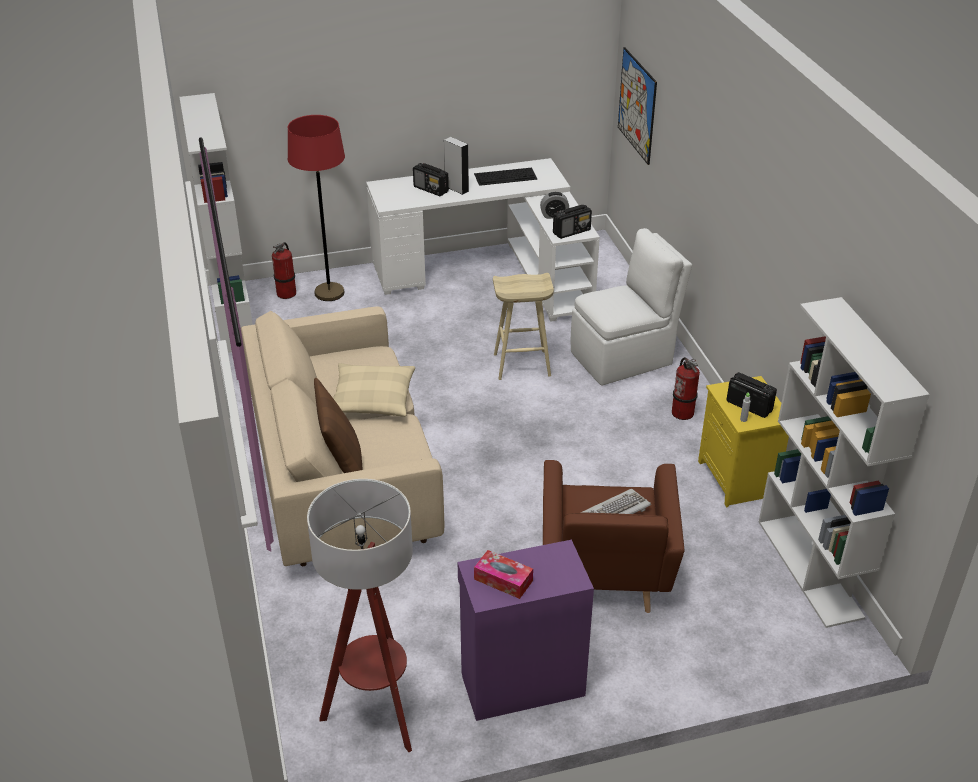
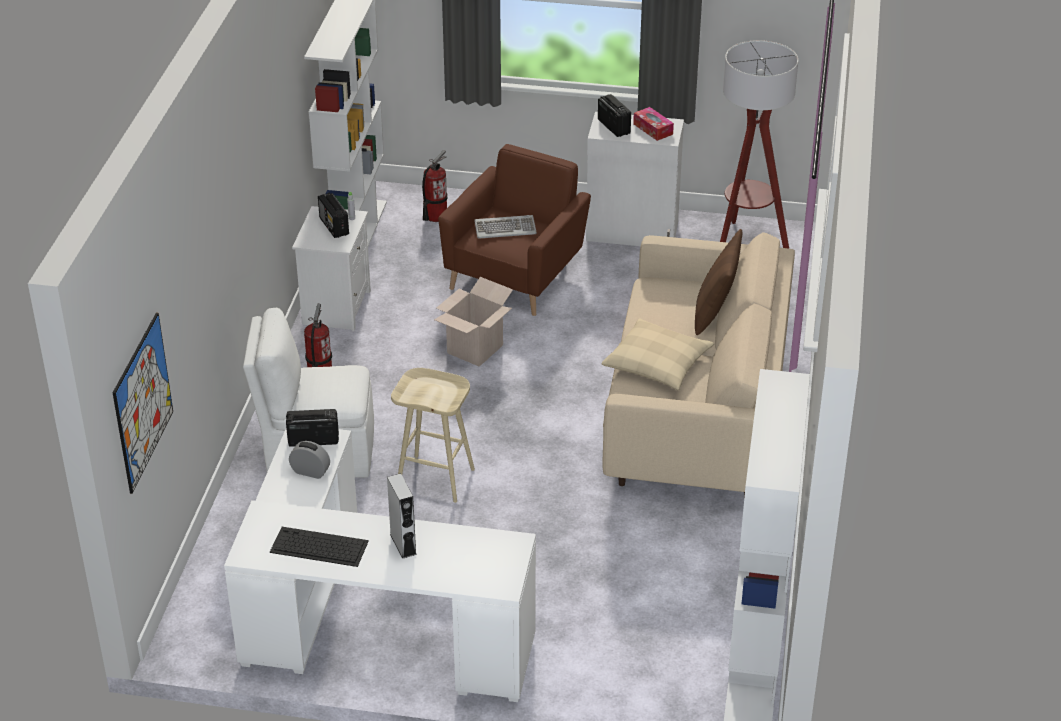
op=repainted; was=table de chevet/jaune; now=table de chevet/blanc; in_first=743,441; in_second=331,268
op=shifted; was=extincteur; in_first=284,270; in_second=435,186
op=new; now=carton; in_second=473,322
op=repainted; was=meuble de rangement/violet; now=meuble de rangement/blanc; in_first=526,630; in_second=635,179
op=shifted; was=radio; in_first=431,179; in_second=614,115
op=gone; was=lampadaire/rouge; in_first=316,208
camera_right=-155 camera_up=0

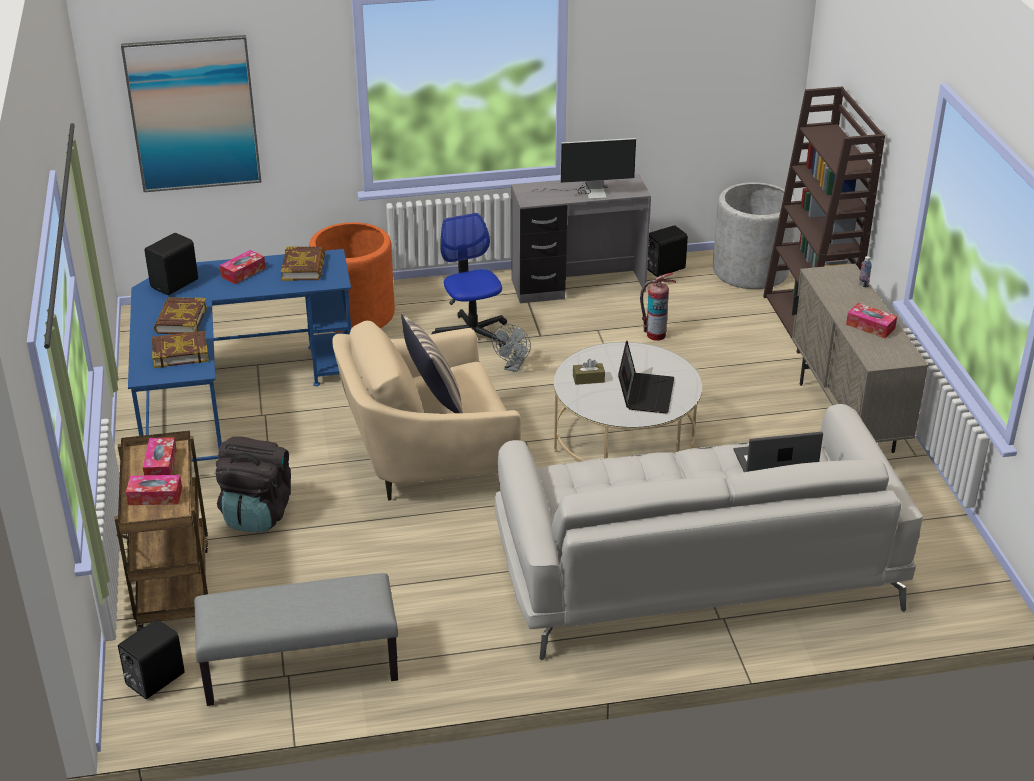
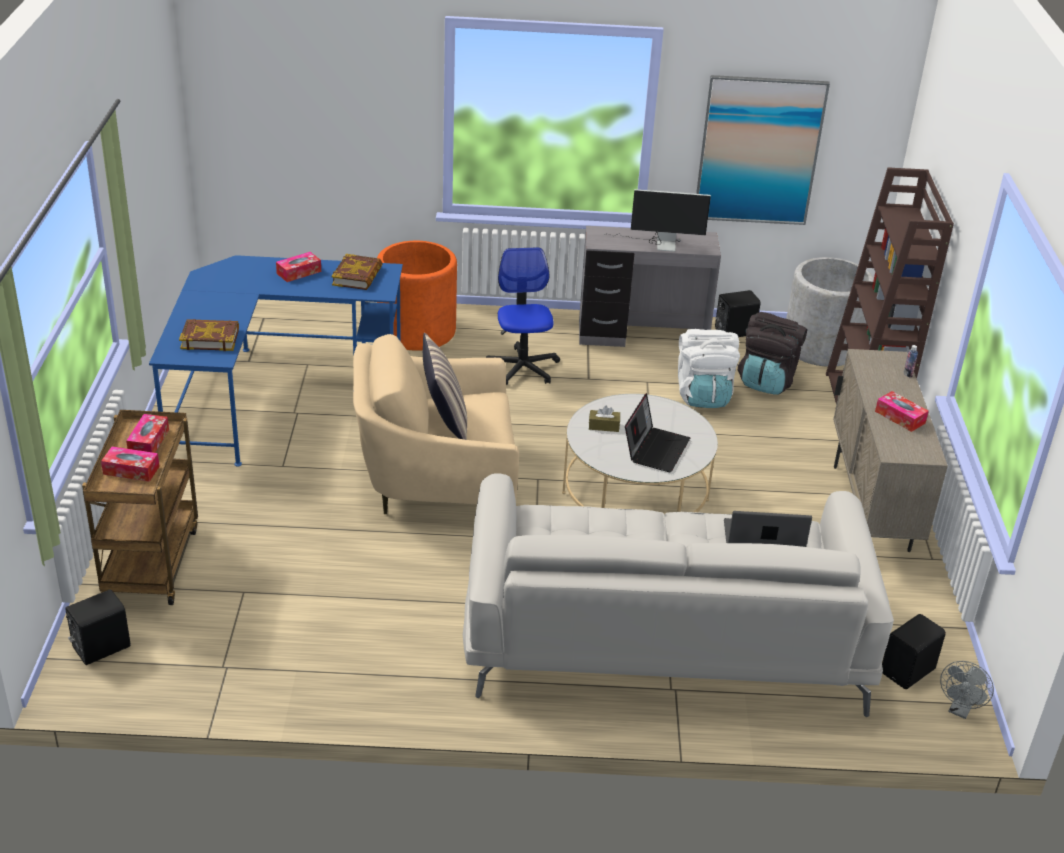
op=swapped; was=extincteur; now=sac à dos/blanc; in_first=658,307; in_second=709,368
op=shifted; was=tableau; in_first=191,113; in_second=763,150
op=shifted; was=sac à dos/noir; in_first=253,484; in_second=772,353
op=shifted; was=enceinte/noir; in_first=171,264; in_second=914,651
op=shifted; was=ventilateur/gris; in_first=511,348; in_second=967,690
op=gone; was=livre; in_first=180,315
op=gone; was=banc/gris; in_first=296,639
camera_right=10 camera_up=0

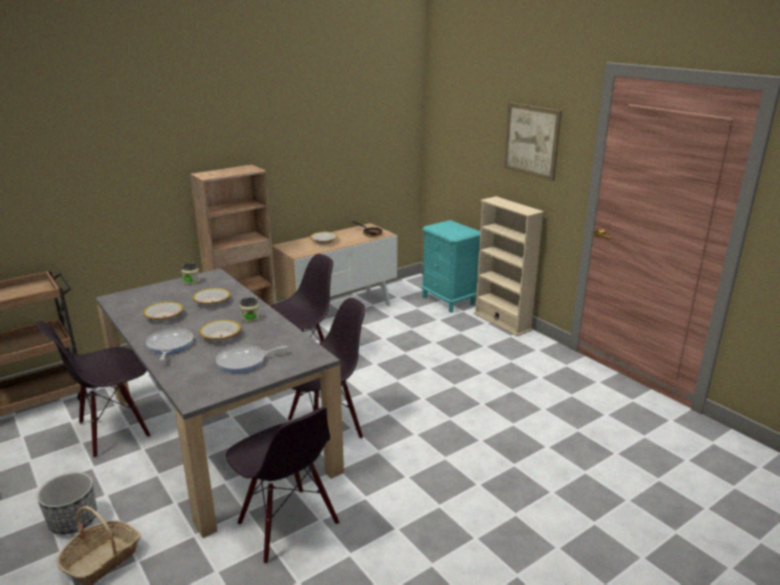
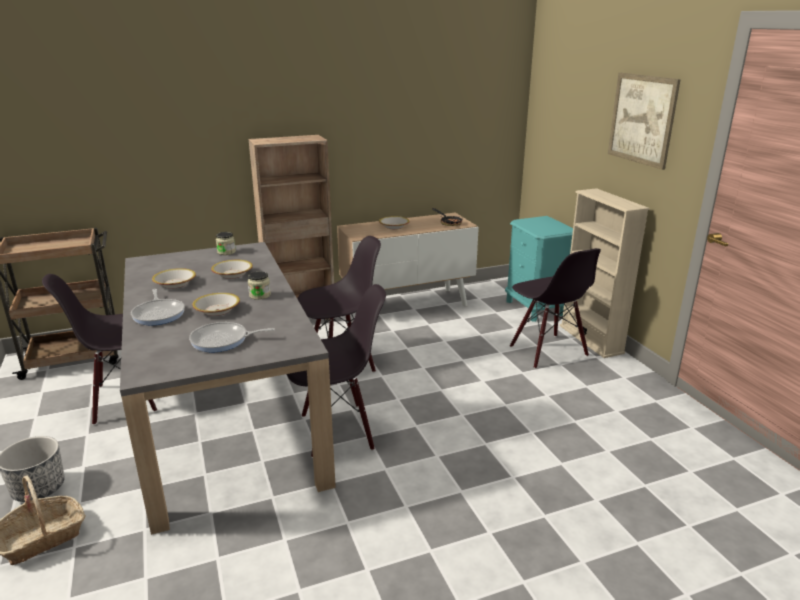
op=rotated; was=poêle; in_first=169,344; in_second=158,307; clockwise=150
op=shifted; was=chaise/noir; in_first=283,485; in_second=555,308
camera_right=15 camera_up=0

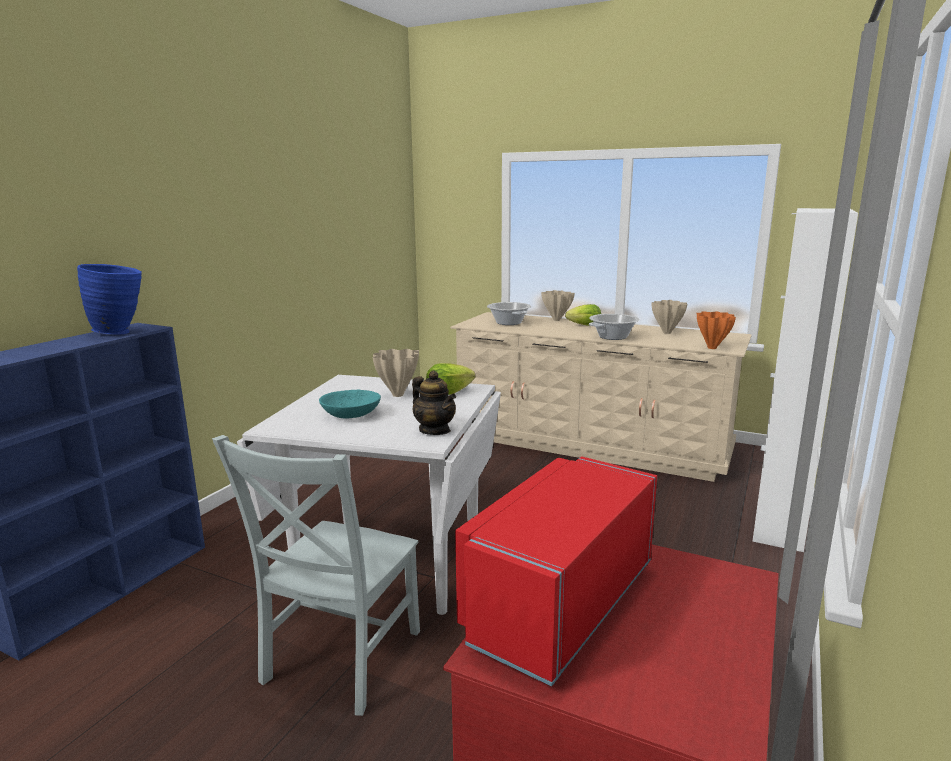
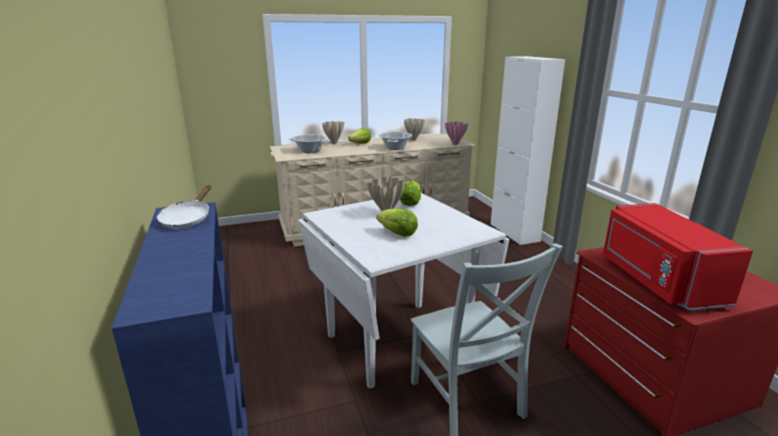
op=swapped; was=vase/bleu; now=poêle/blanc; in_first=109,299; in_second=184,207
op=swapped; was=bol/turquoise; now=laitue; in_first=350,404; in_second=397,222
op=repainted; was=vase/orange; now=vase/rose; in_first=716,330; in_second=456,133
op=gone; was=théière; in_first=434,403
camera_right=-45 camera_up=5

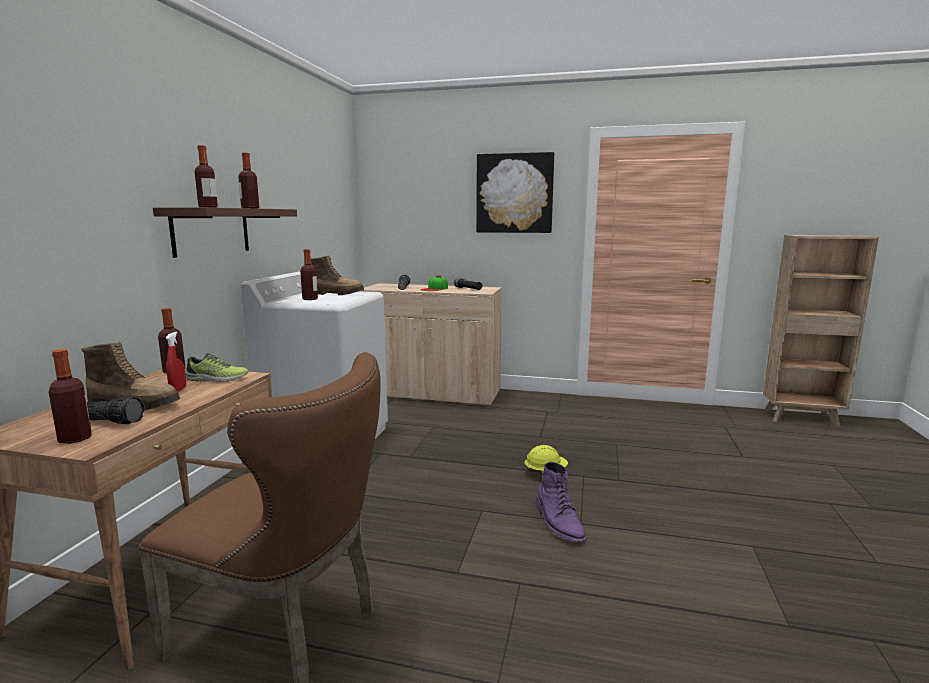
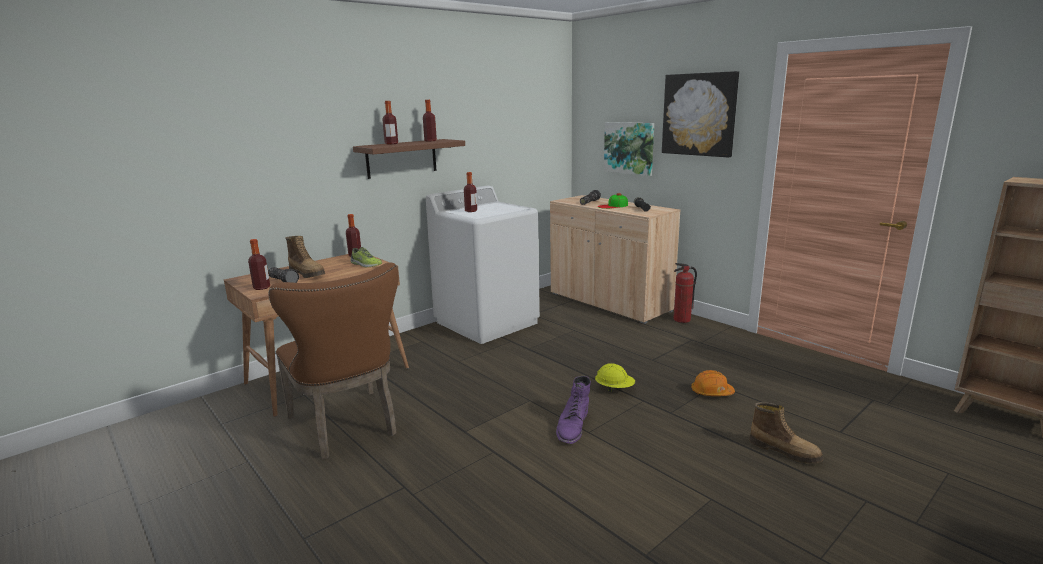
op=new; now=tableau; in_second=629,149
op=new; now=extincteur; in_second=685,293
op=new; now=casque de chantier/orange; in_second=713,383
op=shifted; was=botte; in_first=337,275; in_second=786,432
op=gone; was=vaporisateur/rouge; in_first=176,362
camera_right=35 camera_up=5

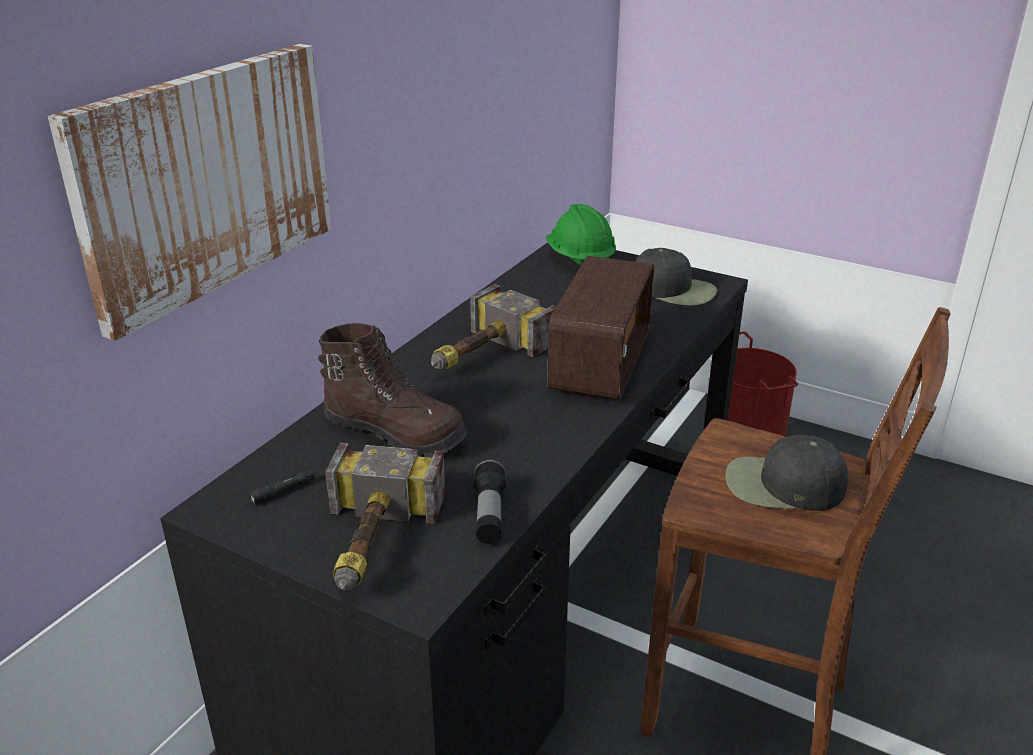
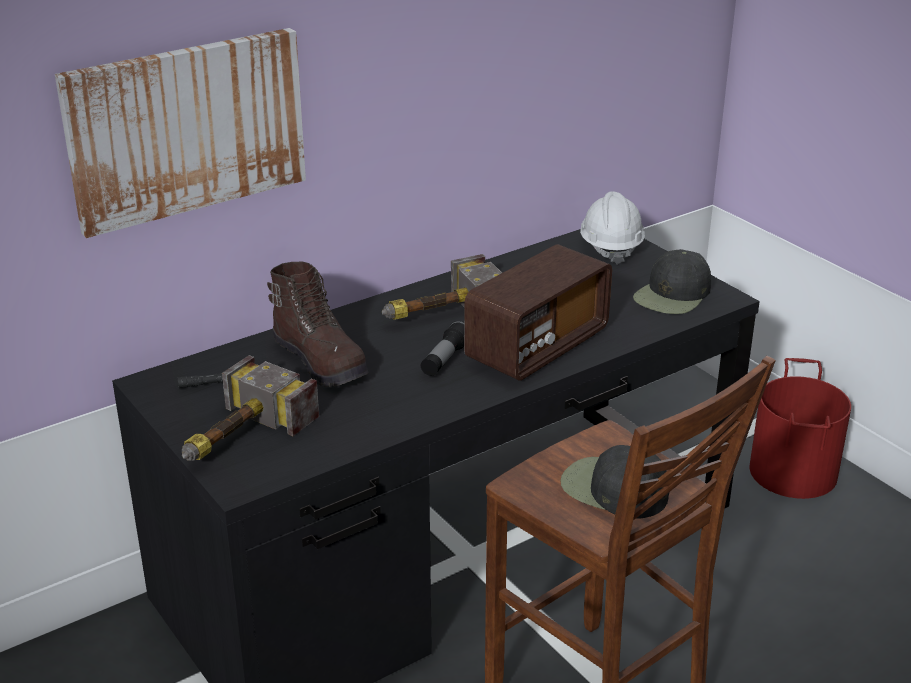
op=shifted; was=lampe de poche; in_first=489,502; in_second=442,348
op=repainted; was=casque de chantier/vert; now=casque de chantier/blanc; in_first=581,234; in_second=612,228
op=rotated; was=casquette/noir; in_first=676,277; in_second=672,281; clockwise=75
camera_right=25 camera_up=0

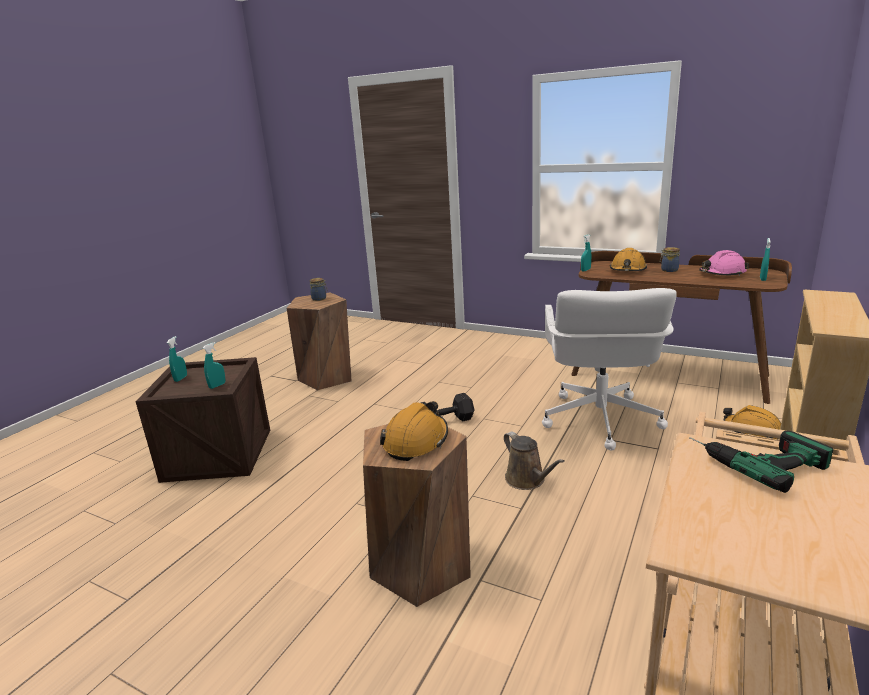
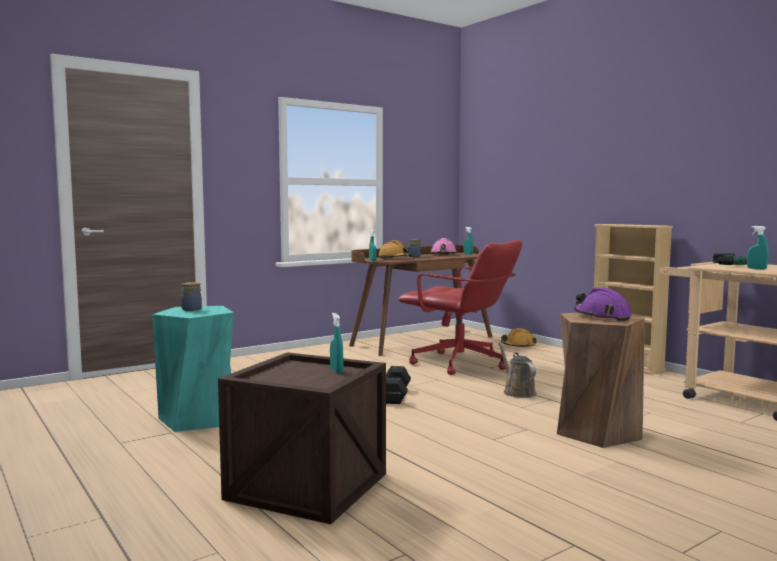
op=repainted; was=tabouret/marron; now=tabouret/turquoise; in_first=319,341; in_second=193,369
op=repainted; was=chaise de bureau/blanc; now=chaise de bureau/rouge; in_first=609,369; in_second=460,307
op=rotated; was=arrosoir/marron; in_first=534,460; in_second=517,370; clockwise=-105
op=repainted; was=casque de chantier/orange; now=casque de chantier/violet; in_first=414,431; in_second=603,304
op=shifted; was=vaporisateur/turquoise; in_first=177,359; in_second=758,248
camera_right=-65 camera_up=-15

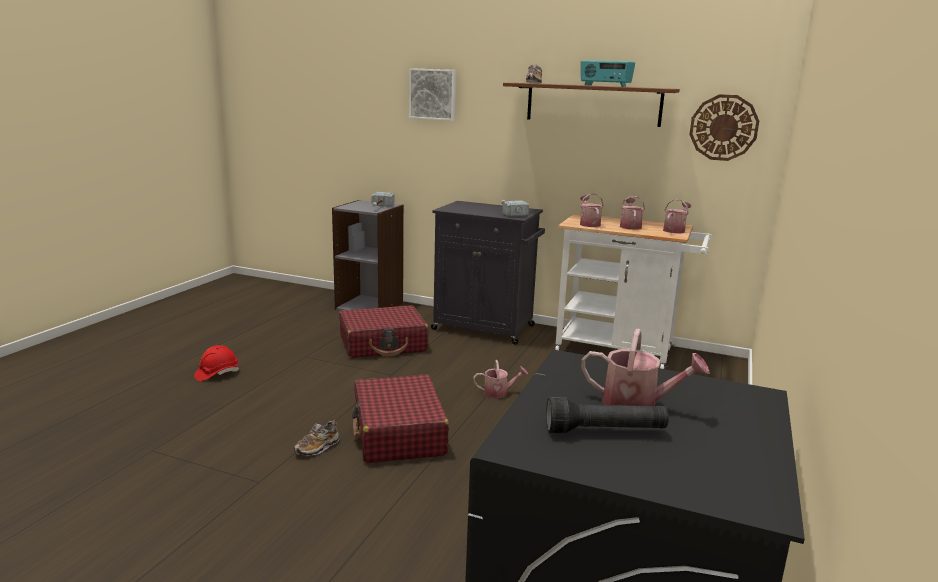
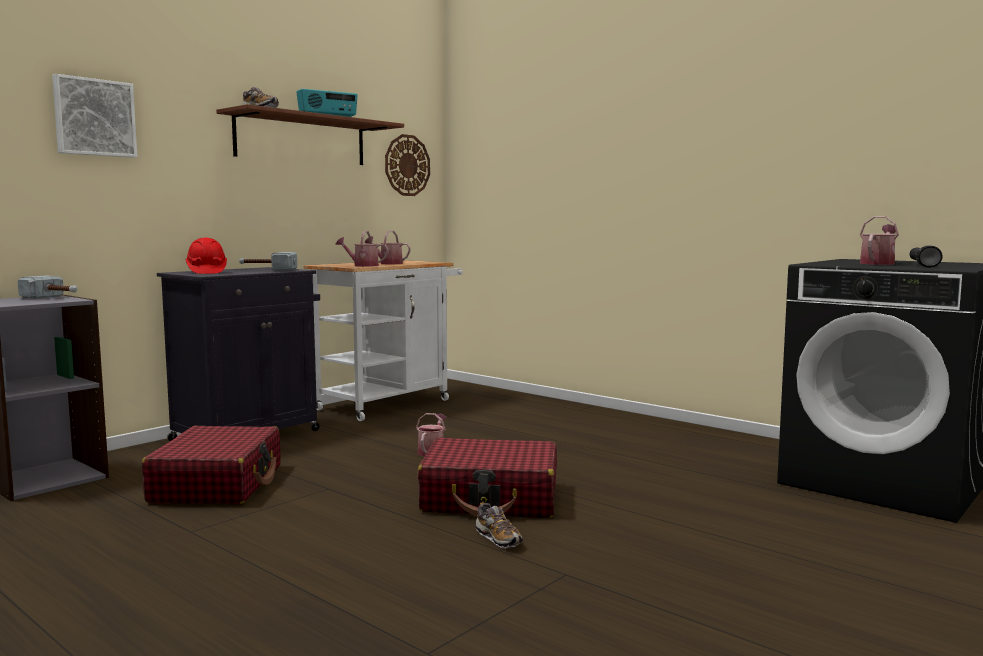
op=shifted; was=casque de chantier/rouge; in_first=216,363; in_second=206,256
op=gone; was=arrosoir; in_first=677,216
camera_right=-70 camera_up=-10

